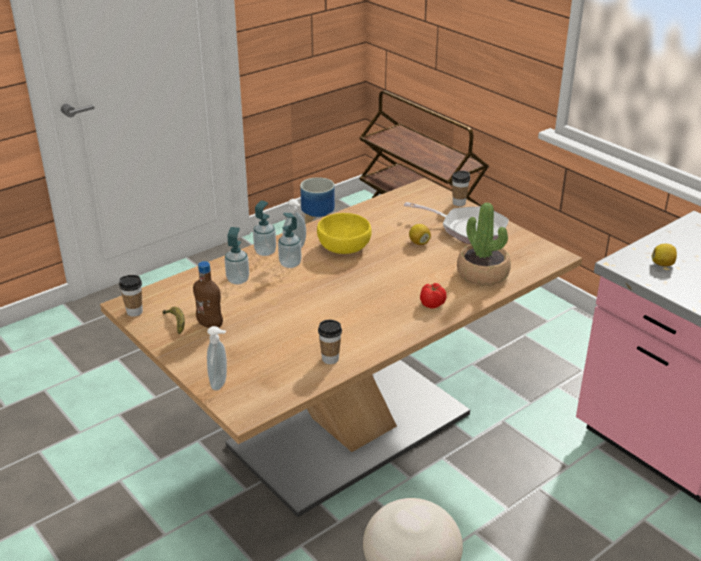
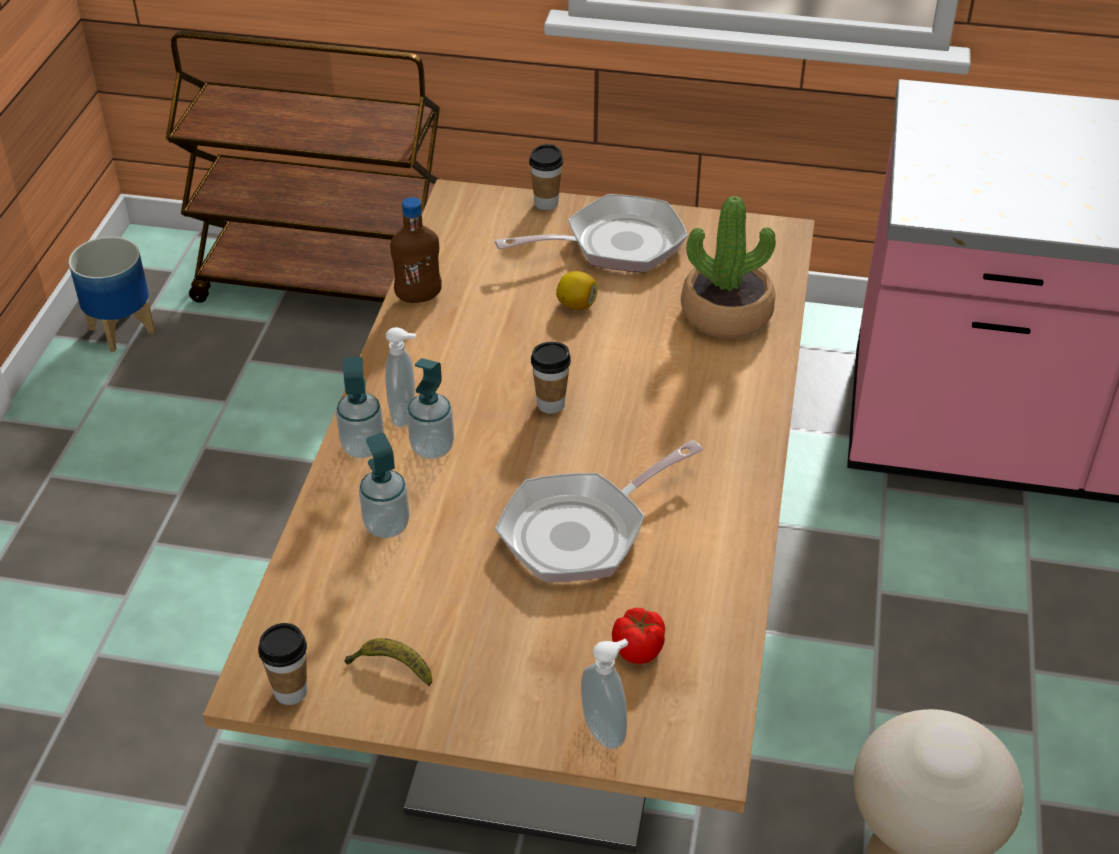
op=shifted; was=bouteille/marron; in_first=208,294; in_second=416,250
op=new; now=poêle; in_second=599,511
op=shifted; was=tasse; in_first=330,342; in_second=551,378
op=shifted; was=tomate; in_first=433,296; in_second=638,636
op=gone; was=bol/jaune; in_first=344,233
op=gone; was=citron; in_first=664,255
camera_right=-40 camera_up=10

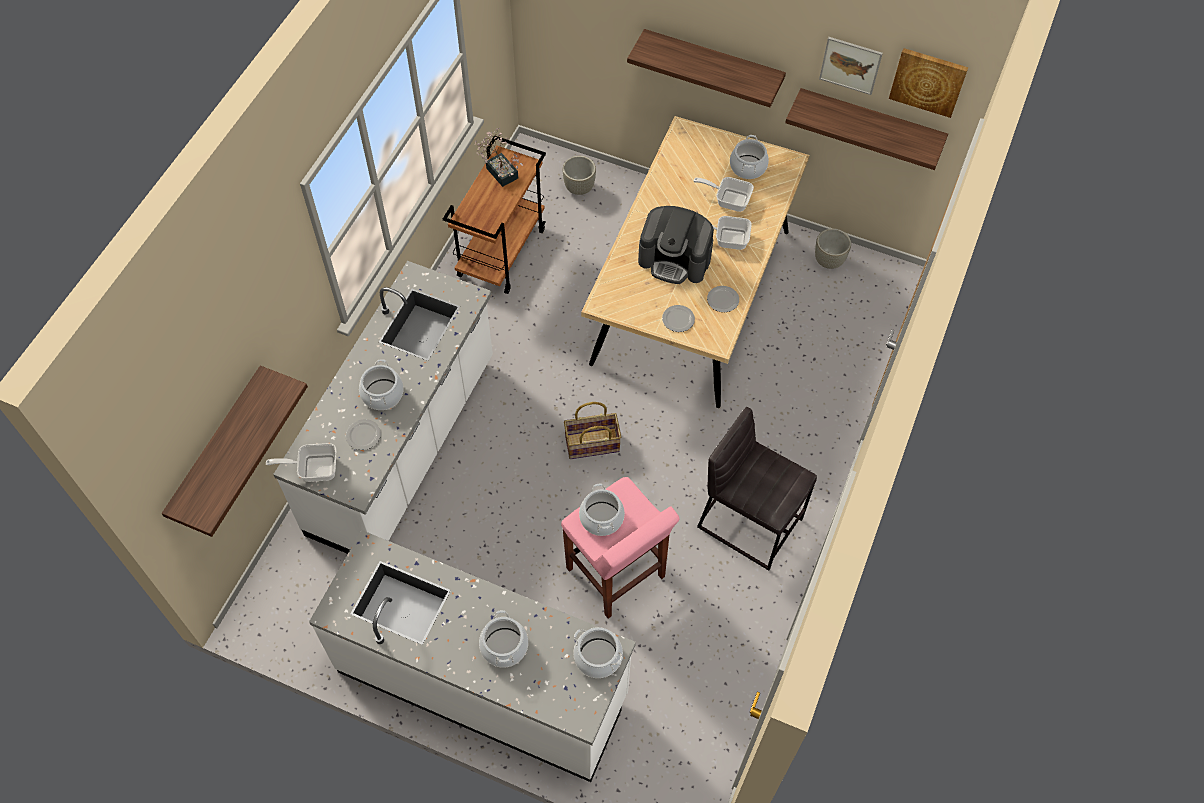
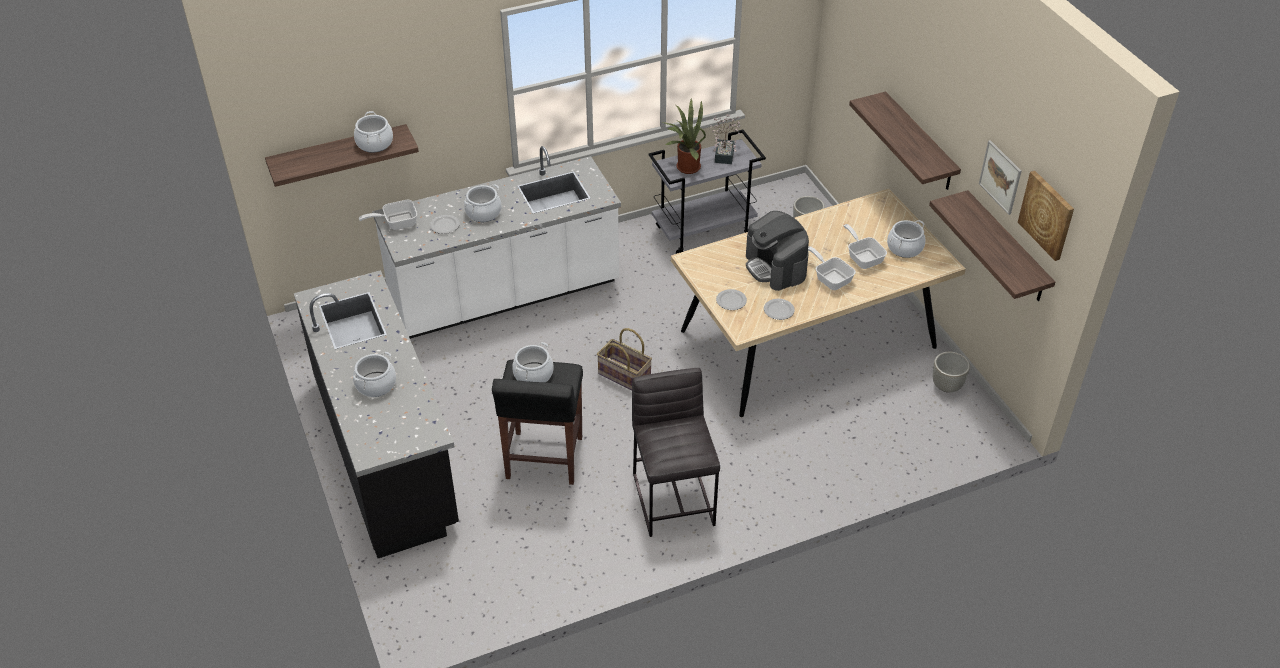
op=repainted; was=comptoir de cuisine/blanc; now=comptoir de cuisine/noir; in_first=472,656; in_second=376,414
op=shifted; was=marmite; in_first=598,652; in_second=373,132
op=rotated; was=poêle; in_first=301,462; in_second=388,215; clockwise=-60
op=repainted; was=tabouret/rose; now=tabouret/noir; in_first=620,548; in_second=537,422
op=repainted; was=chariot/marron; now=chariot/gris; in_first=494,214; in_second=707,192
op=new; now=plante en pot; in_second=685,136
camera_right=45 camera_up=-15

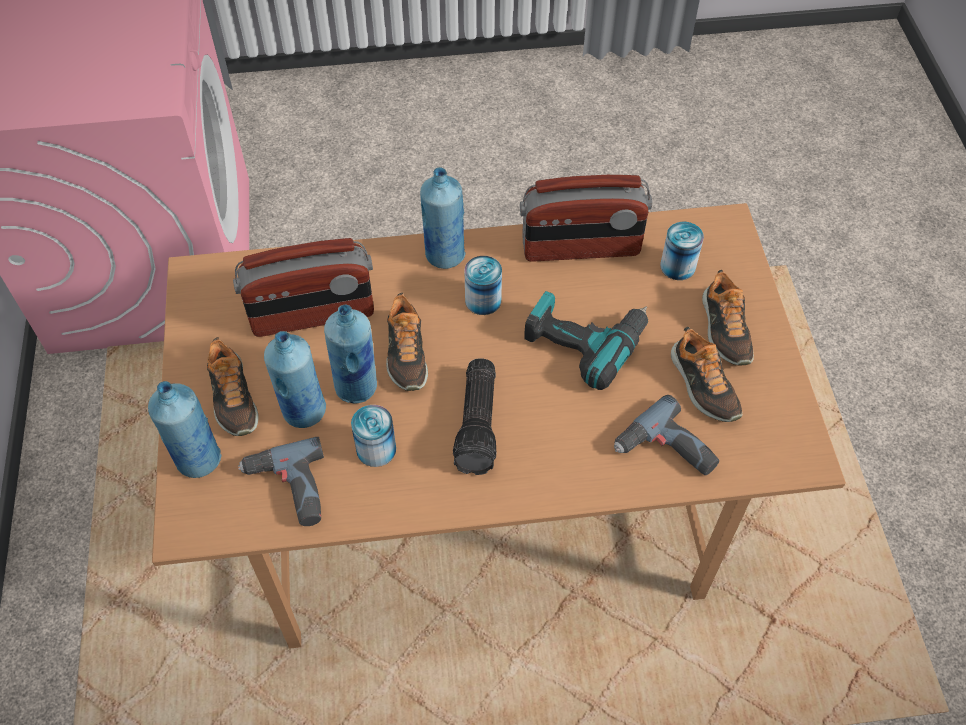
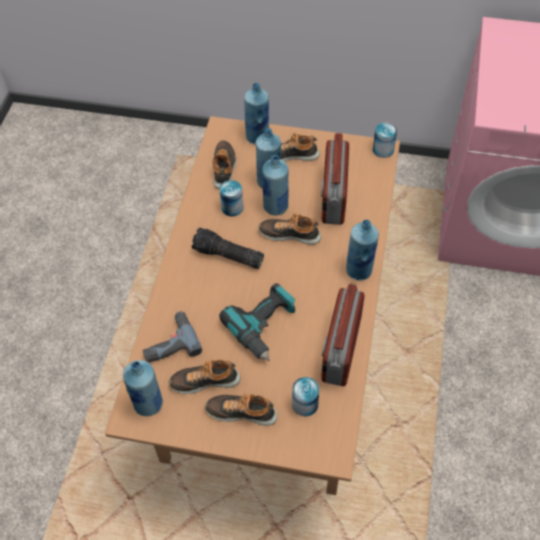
op=new; now=bouteille/bleu; in_second=143,388
op=swapped; was=perceuse; now=chaussure; in_first=281,481; in_second=225,164
op=shifted; was=boîte métallique; in_first=483,285; in_second=385,140
camera_right=110 camera_up=0

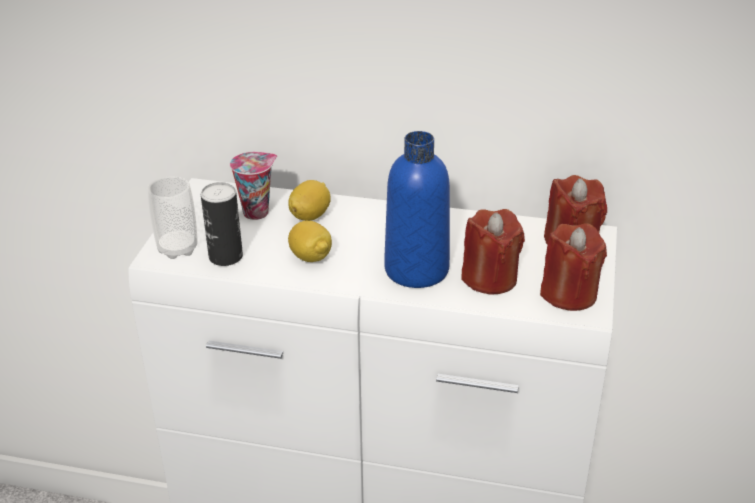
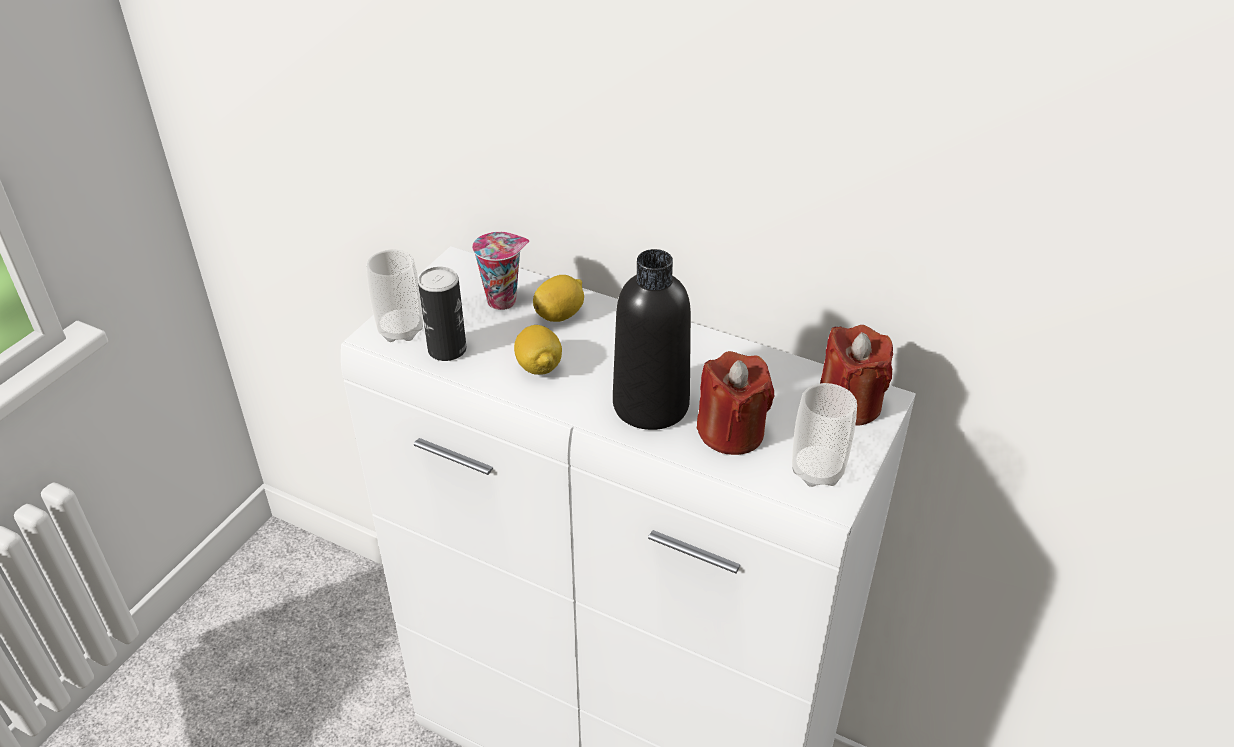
op=repainted; was=bouteille/bleu; now=bouteille/noir; in_first=417,209; in_second=652,339
op=swapped; was=bougie/rouge; now=tasse; in_first=573,267; in_second=824,435
camera_right=15 camera_up=5

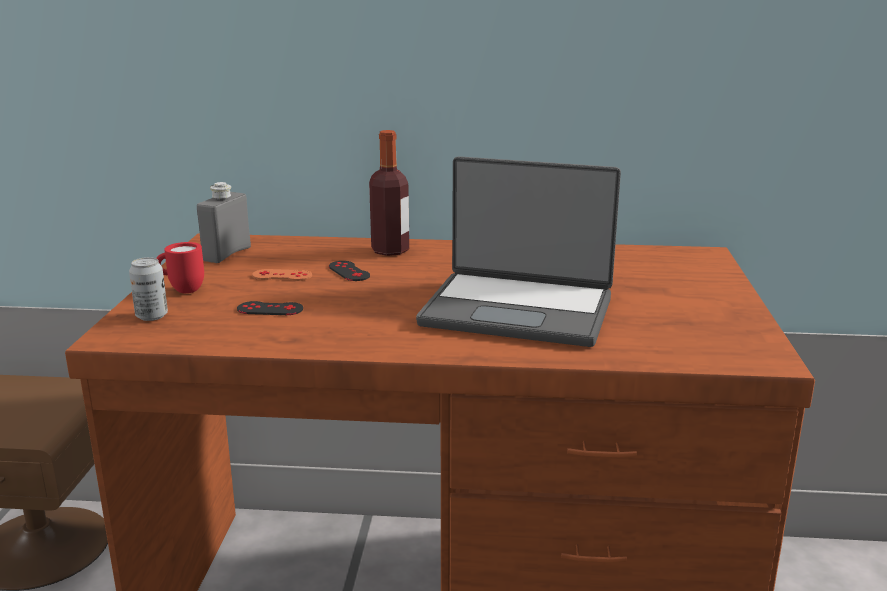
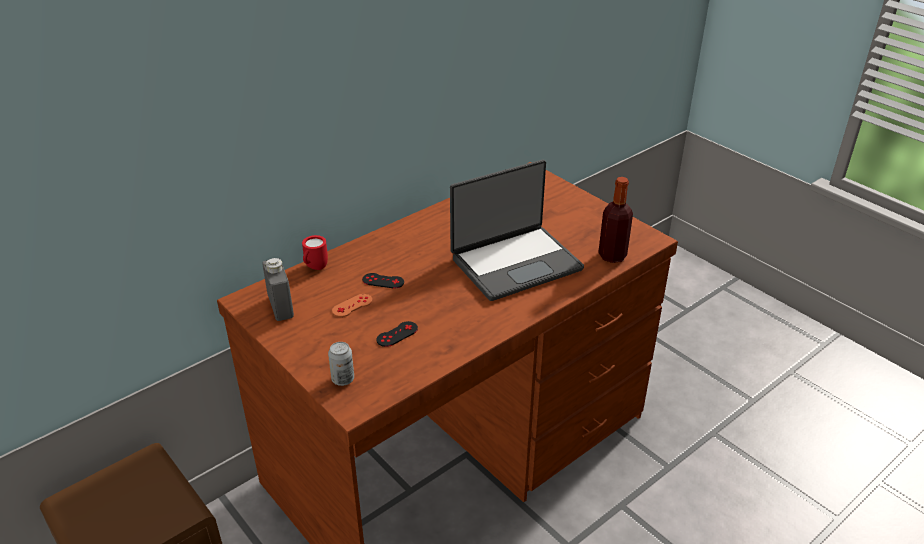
op=shifted; was=mug/rouge; in_first=180,267; in_second=315,252
op=shifted; was=bouteille; in_first=389,193; in_second=615,220
camera_right=-45 camera_up=15

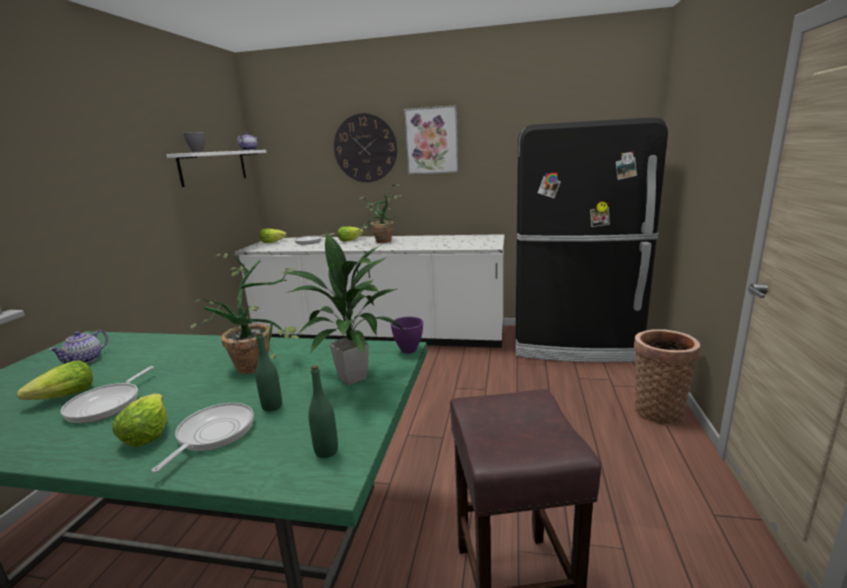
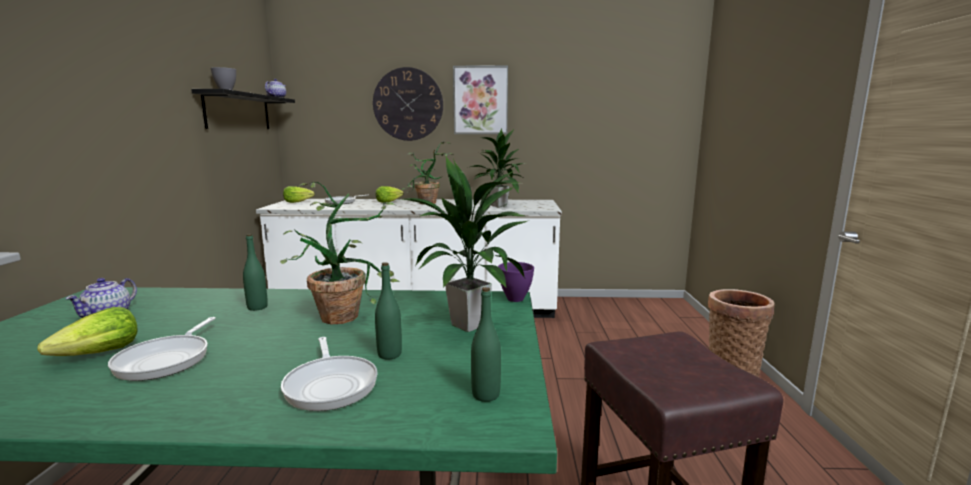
op=repainted; was=étagère/blanc; now=étagère/noir; in_first=216,168; in_second=243,109
op=new; now=bouteille/vert; in_second=255,272
op=rotated; was=poêle; in_first=203,438; in_second=329,374; clockwise=150
op=new; now=plante en pot; in_second=495,168
op=gone; was=laitue; in_first=140,420
op=gone; was=réfrigérateur/noir; in_first=592,240
camera_right=-10 camera_up=-5

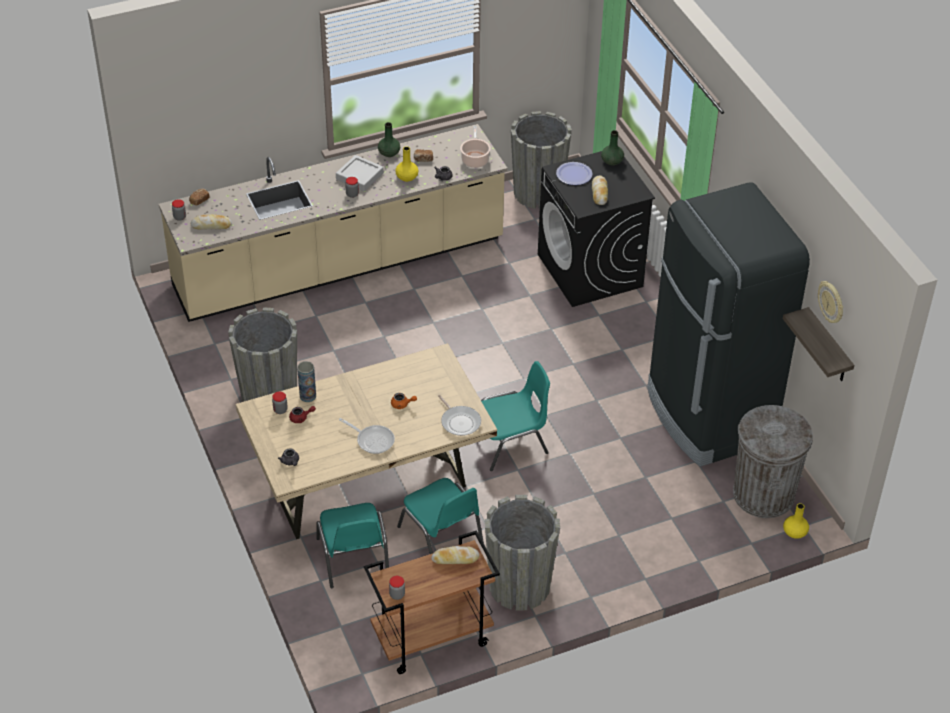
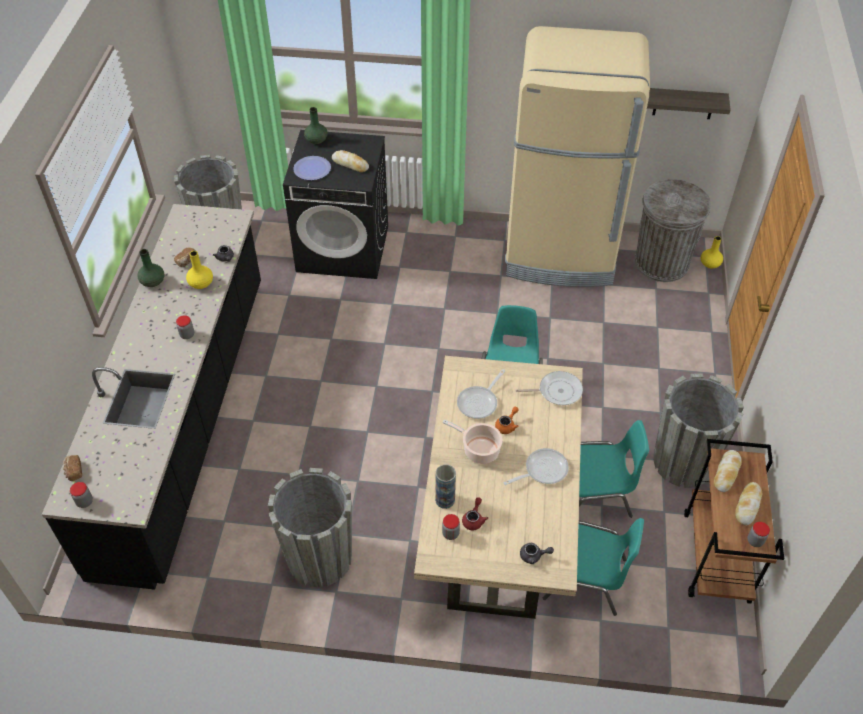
op=repainted; was=comptoir de cuisine/beige; now=comptoir de cuisine/noir; in_first=333,223; in_second=151,397
op=shifted; was=marmite; in_first=475,147; in_second=473,441
op=new; now=poêle; in_second=481,394
op=repainted; was=réfrigérateur/noir; now=réfrigérateur/beige; in_first=728,324; in_second=577,156
op=shifted; was=pain; in_first=211,222; in_second=748,504
op=gone; was=plateau/gris; in_first=360,173
op=gone; was=horloge murale; in_first=830,302
camera_right=-60 camera_up=5

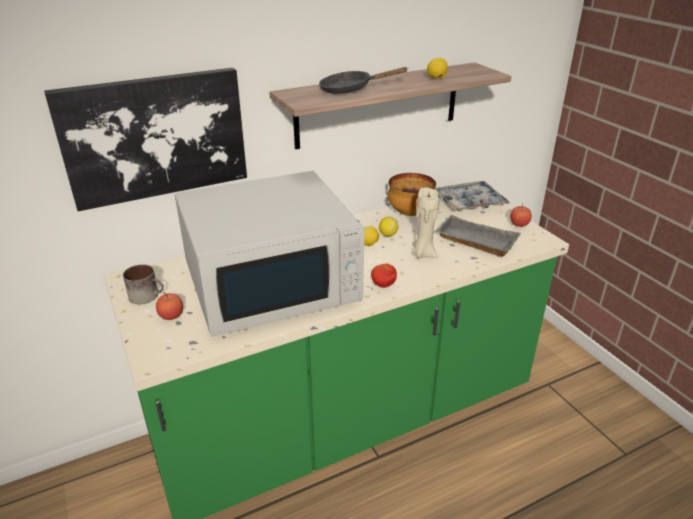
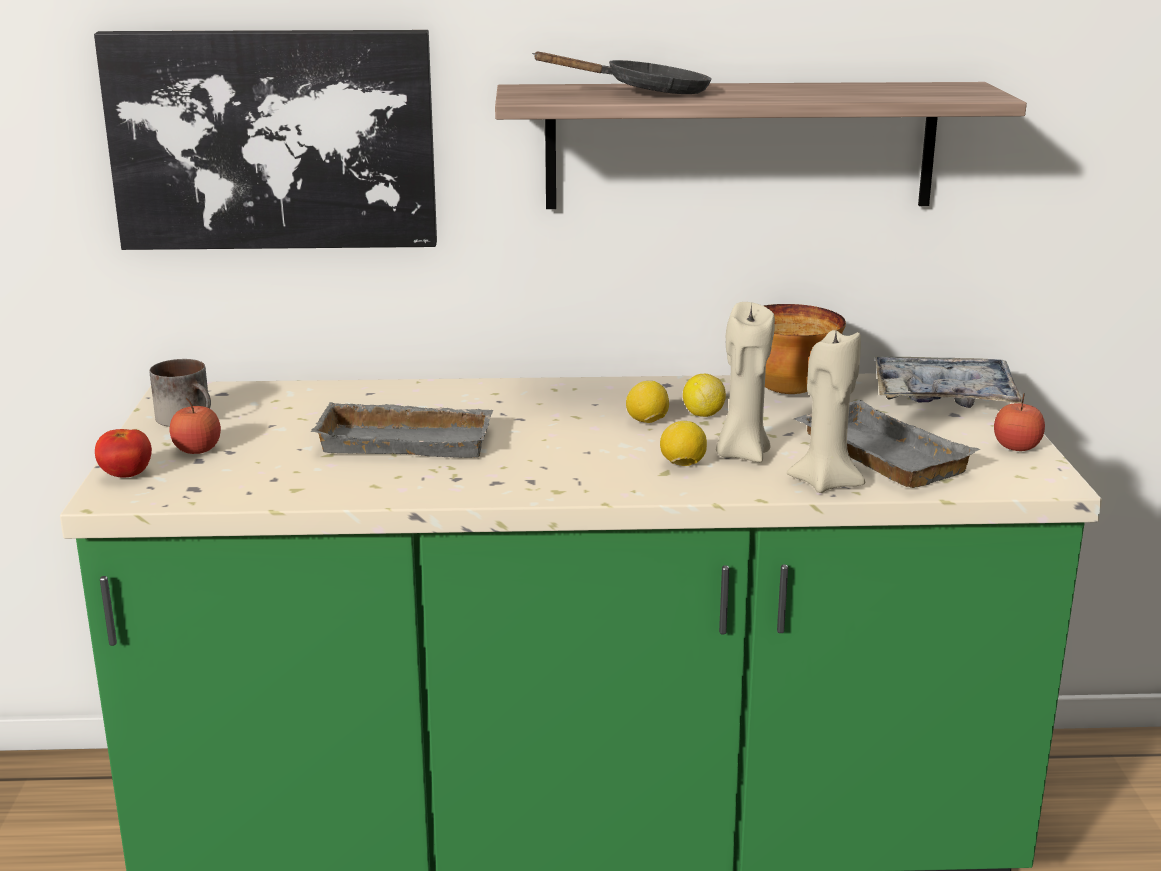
op=shifted; was=tomate; in_first=384,276; in_second=123,453
op=swapped; was=micro-ondes/blanc; now=plateau/gris; in_first=270,254; in_second=402,430
op=rotated; was=poêle/noir; in_first=363,80; in_second=622,73; clockwise=150
op=shifted; was=citron; in_first=437,68; in_second=683,443
op=new; now=bougie/beige; in_second=826,411
camera_right=25 camera_up=-10

